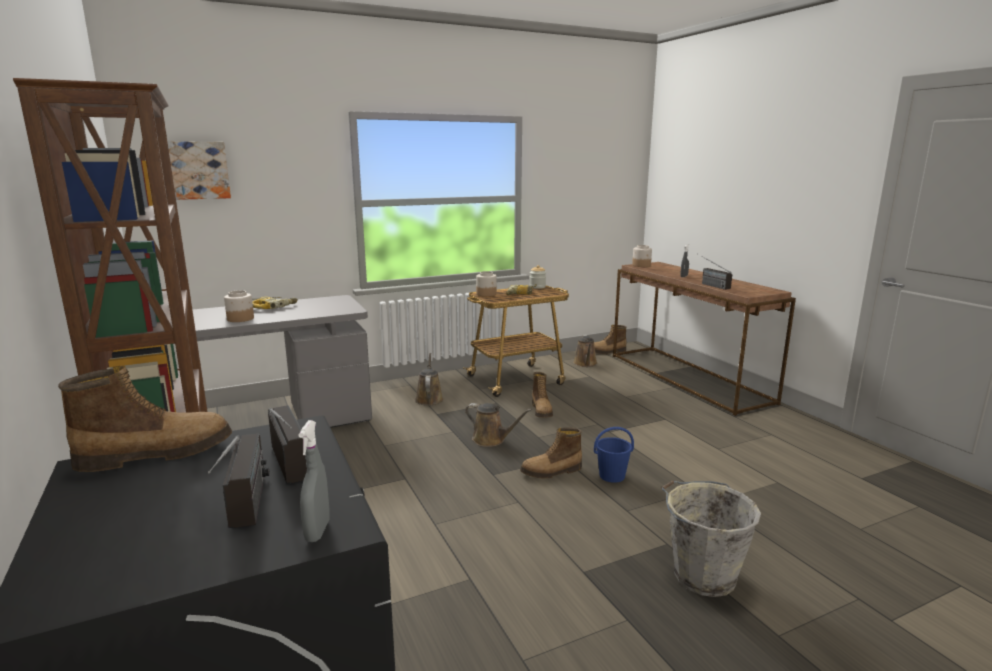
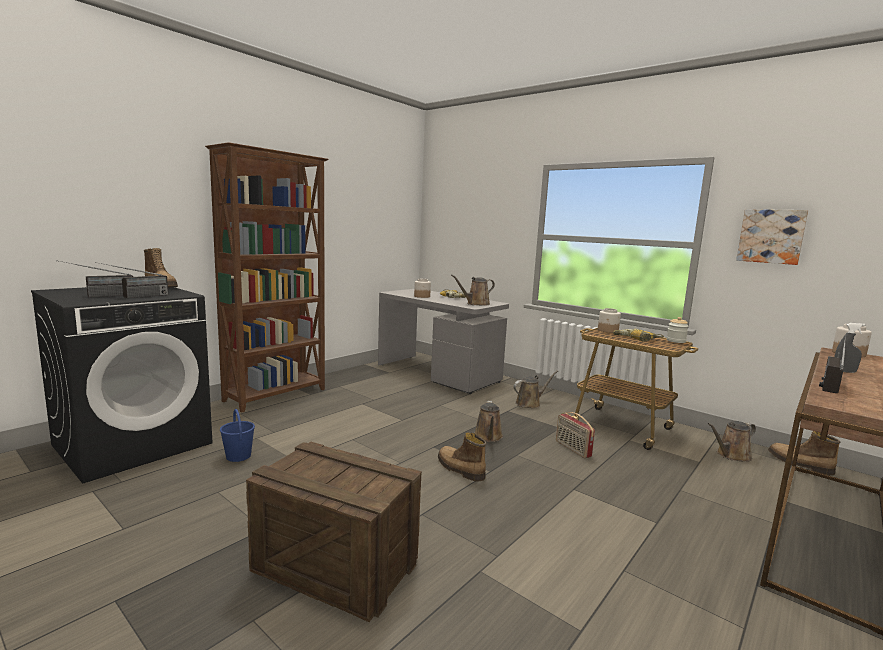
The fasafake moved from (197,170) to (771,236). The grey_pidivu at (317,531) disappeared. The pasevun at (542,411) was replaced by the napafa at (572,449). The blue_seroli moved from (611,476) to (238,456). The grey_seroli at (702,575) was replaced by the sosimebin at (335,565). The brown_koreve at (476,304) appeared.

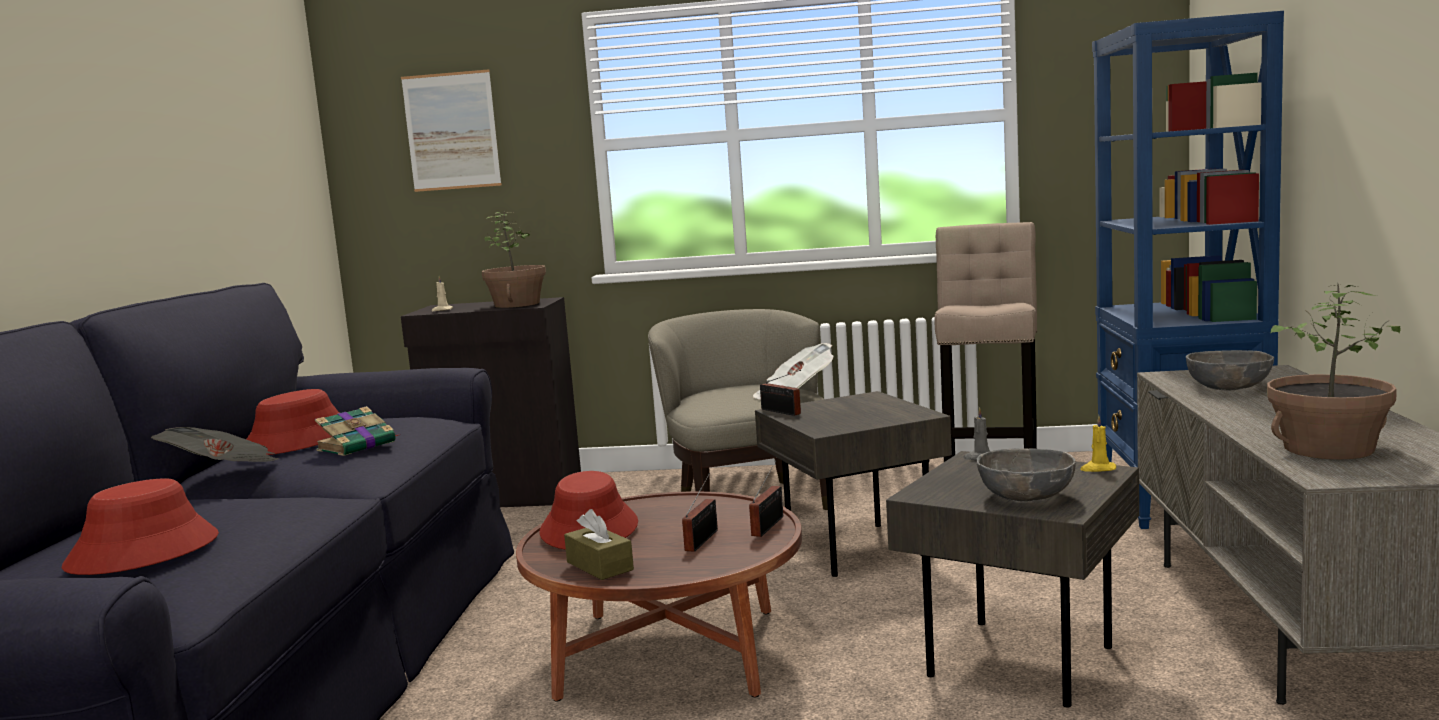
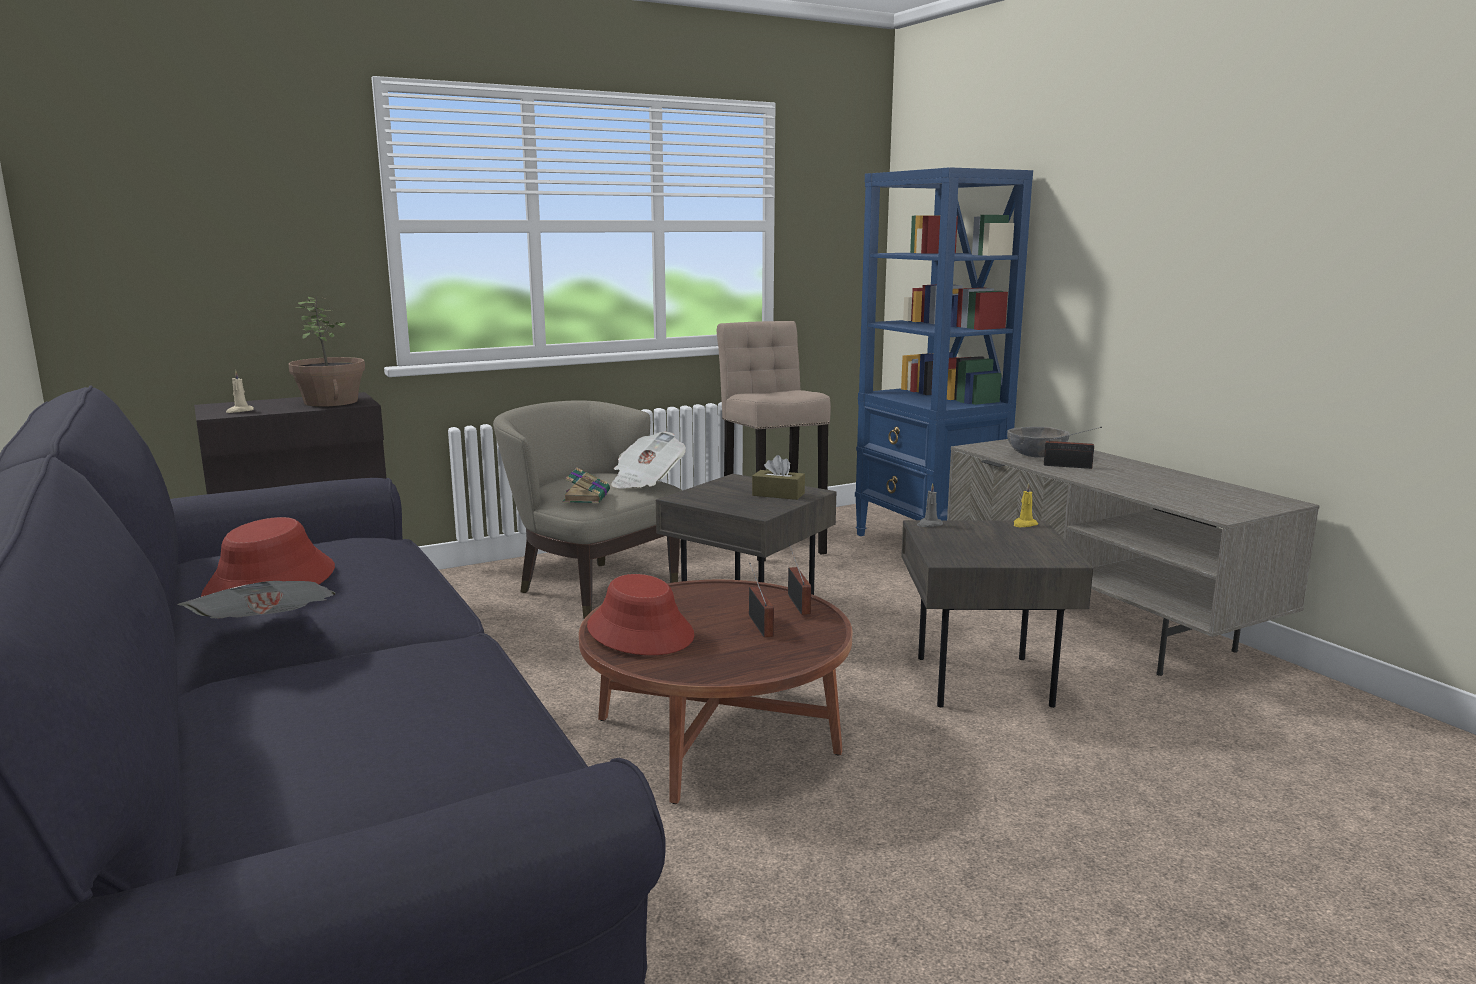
The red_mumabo at (143,552) disappeared. The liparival moved from (358,446) to (587,496). The fasafake at (451,131) disappeared. The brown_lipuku moved from (599,566) to (778,494). The napafa moved from (782,412) to (1070,466). The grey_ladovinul at (1026,497) disappeared. The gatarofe at (1328,448) disappeared.

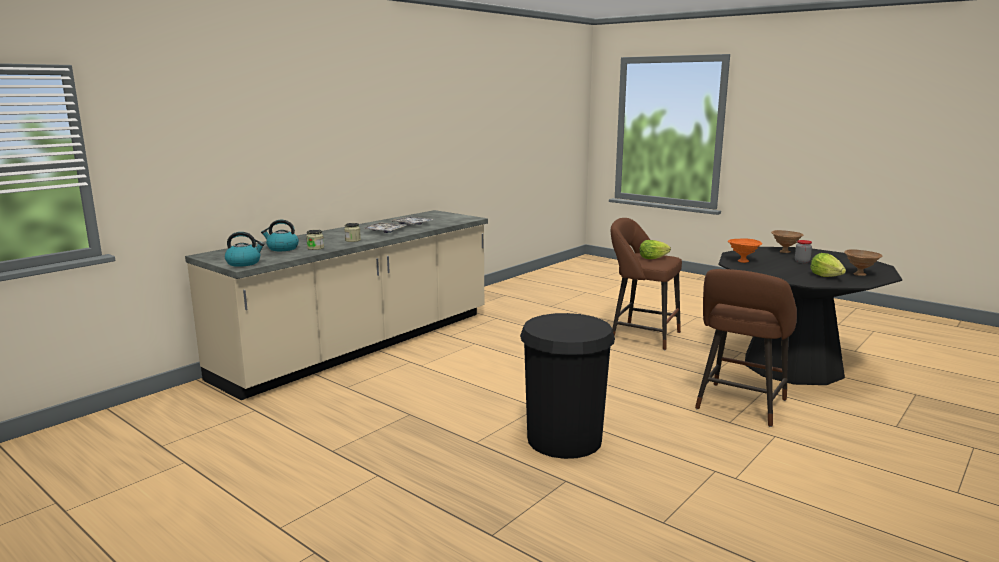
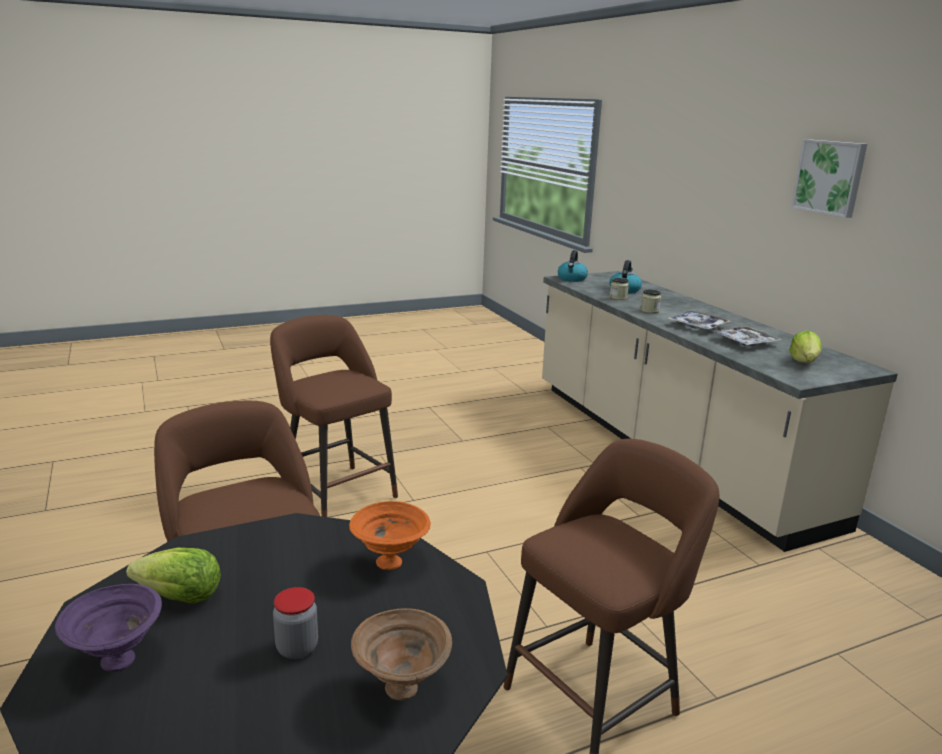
The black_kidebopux at (564,439) was replaced by the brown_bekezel at (335,492). The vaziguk moved from (652,258) to (804,362). The brown_ladovinul at (859,274) became the purple_ladovinul at (119,662). The fasafake at (830,177) appeared.

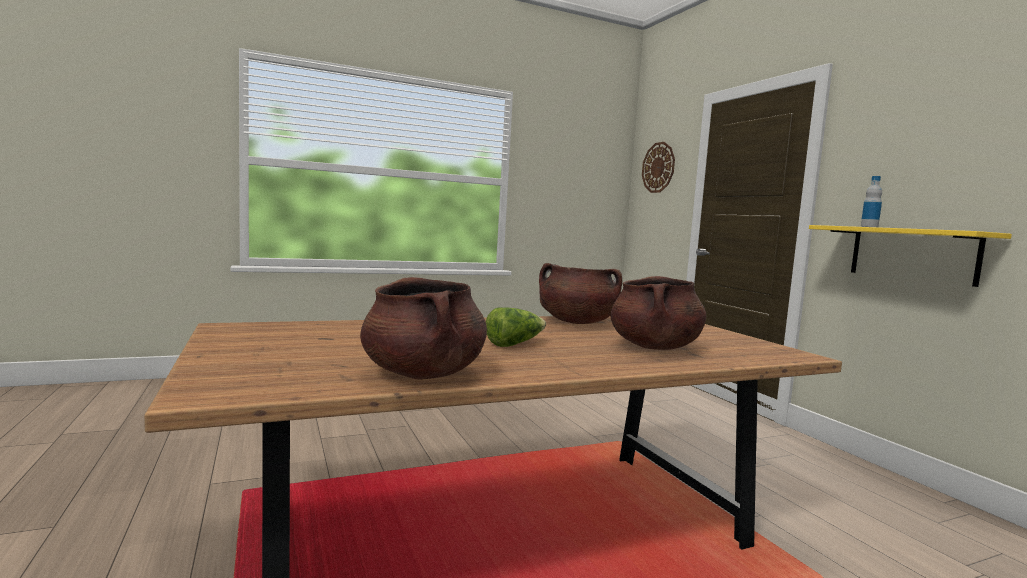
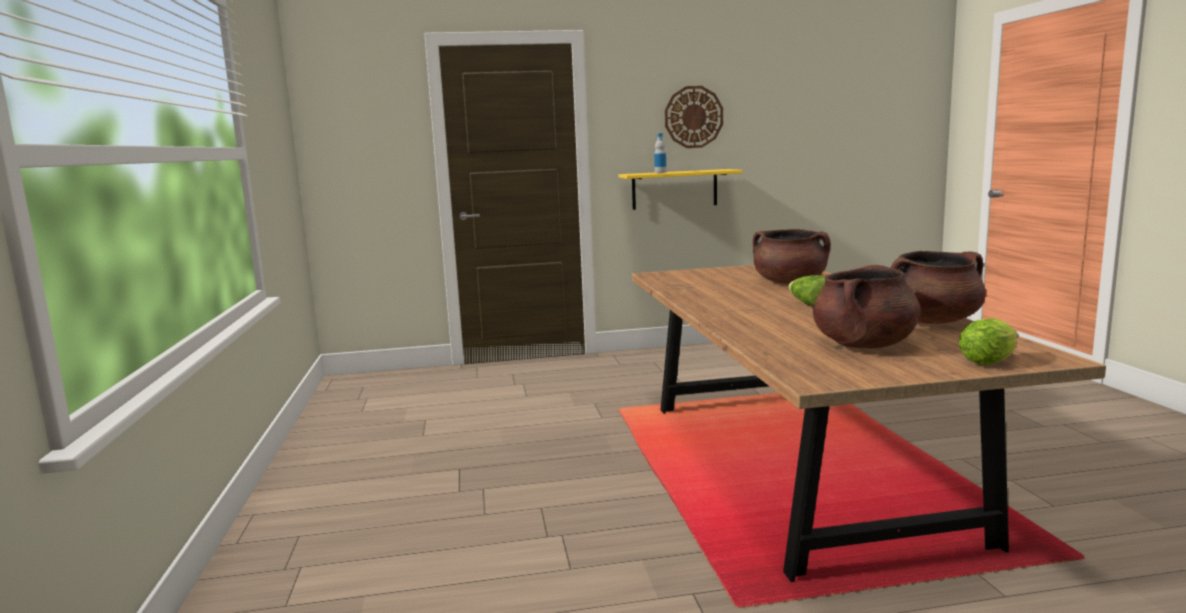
The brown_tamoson moved from (576,322) to (864,345). The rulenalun moved from (658,167) to (693,117). The vaziguk at (990,361) appeared.

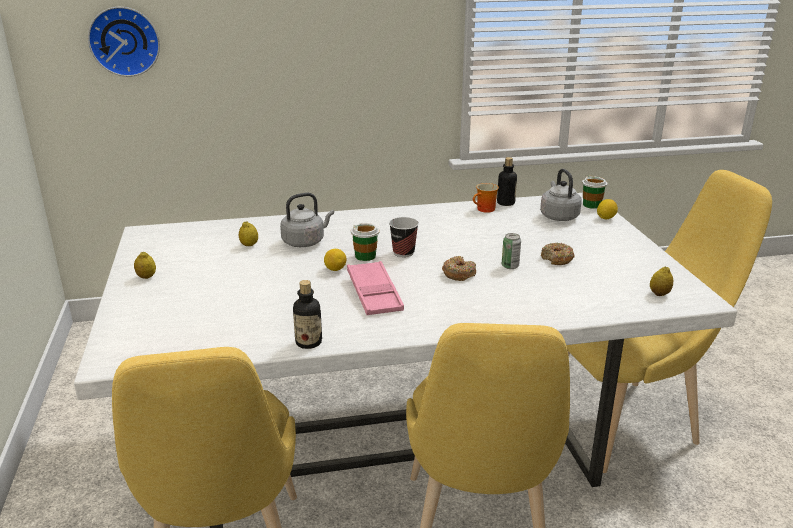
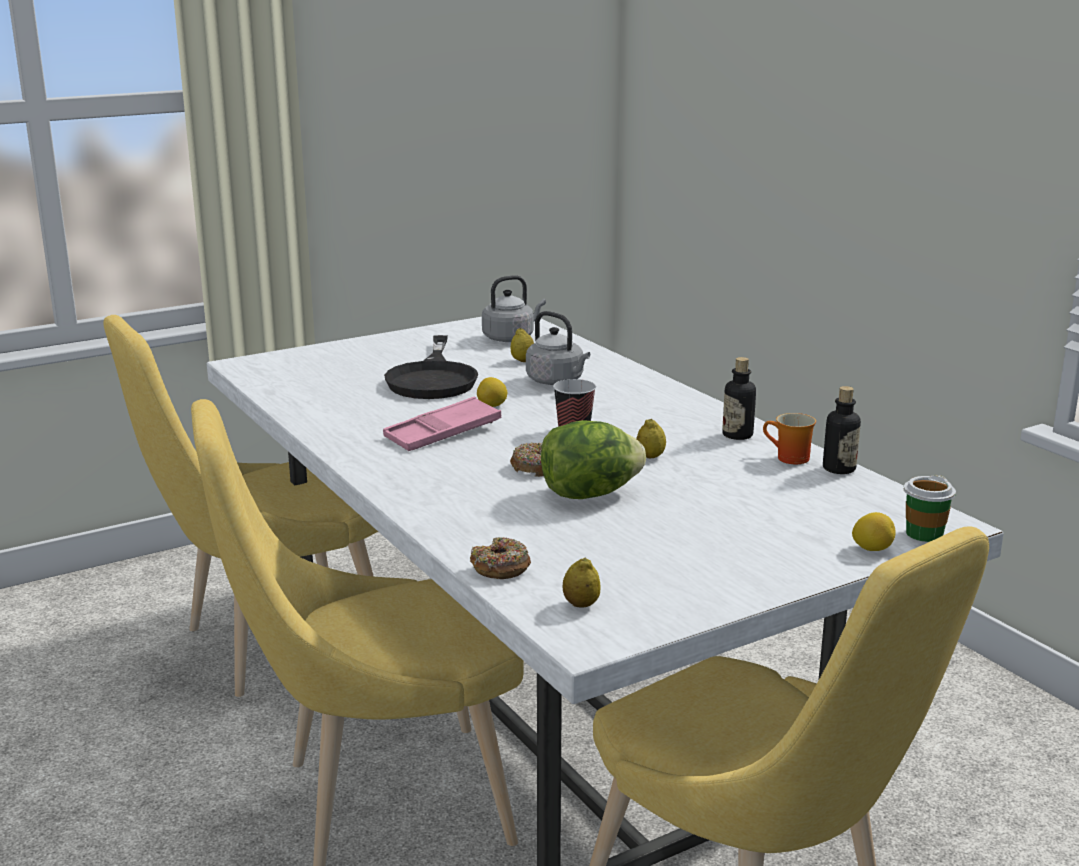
The rulenalun at (125,41) disappeared. The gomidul moved from (146,277) to (650,457). The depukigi moved from (308,342) to (737,435). The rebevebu at (365,256) disappeared. The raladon at (510,266) was replaced by the vaziguk at (589,494). The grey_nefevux moved from (558,216) to (511,338). The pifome moved from (557,259) to (500,568). The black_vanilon at (433,378) appeared.

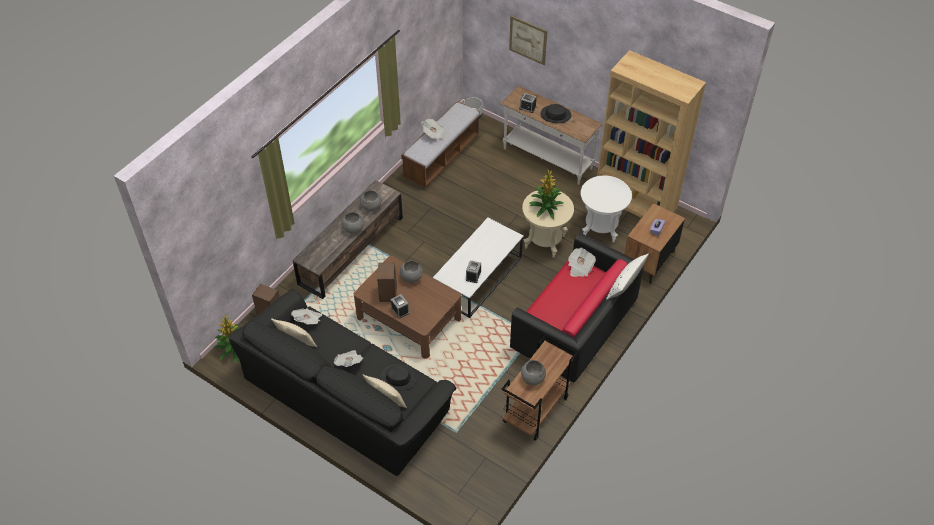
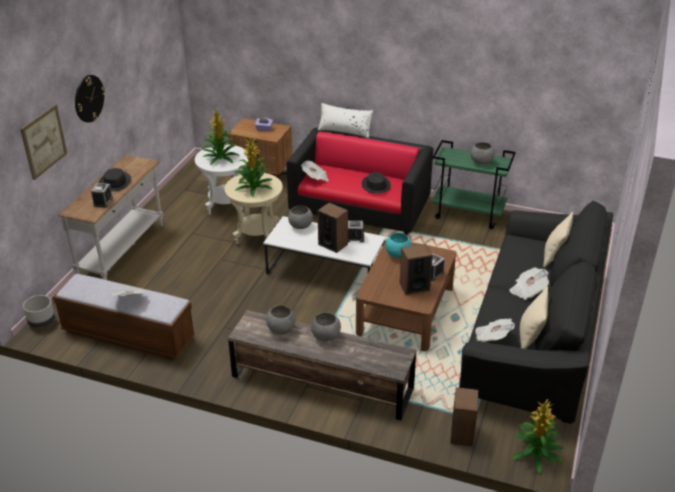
The black_mumabo moved from (398,378) to (376,185). The grey_ladovinul moved from (411,278) to (300,226). The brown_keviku at (536,410) became the green_keviku at (468,214). The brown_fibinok at (635,202) disappeared. The rulenalun at (89,98) appeared. The gatarofe at (220,158) appeared. The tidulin at (333,244) appeared. The turquoise_ladovinul at (397,254) appeared.

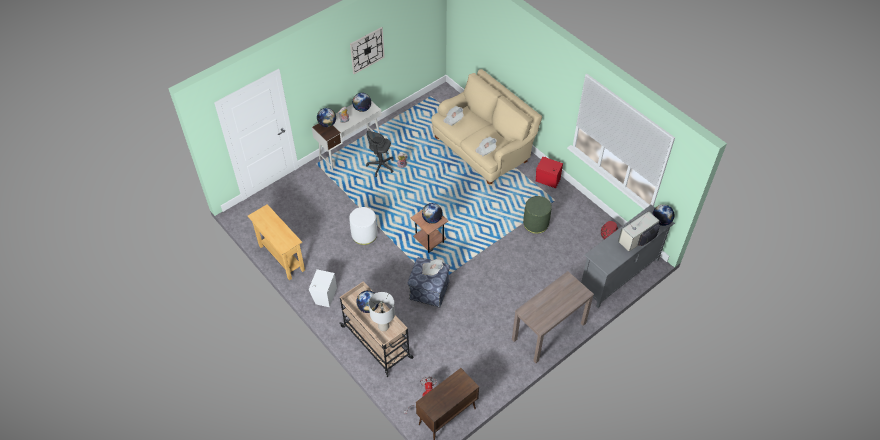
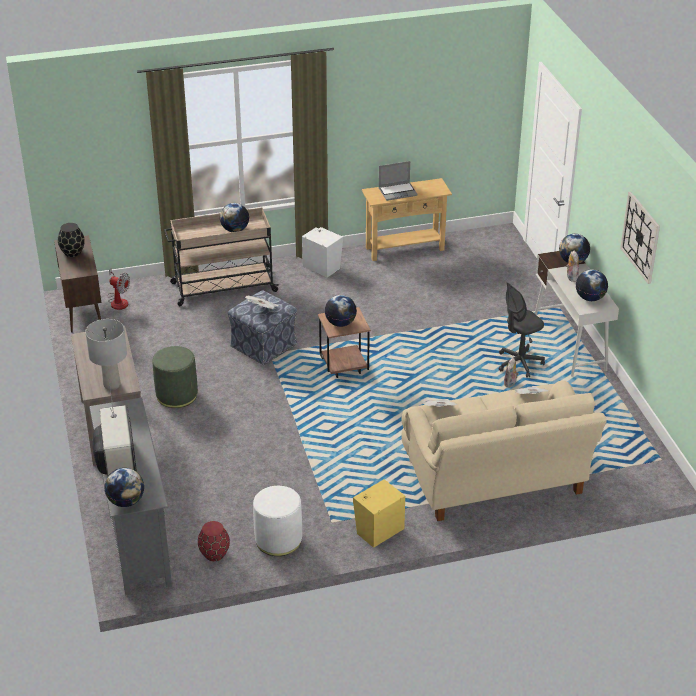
The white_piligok moved from (364,234) to (278,540). The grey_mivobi at (381,166) turned 75 degrees counterclockwise. The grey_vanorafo moved from (383,327) to (111,385). The green_piligok moved from (535,223) to (177,395). The red_tidulin at (547,181) became the yellow_tidulin at (378,530). The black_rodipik at (73,252) appeared. The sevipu at (398,192) appeared.

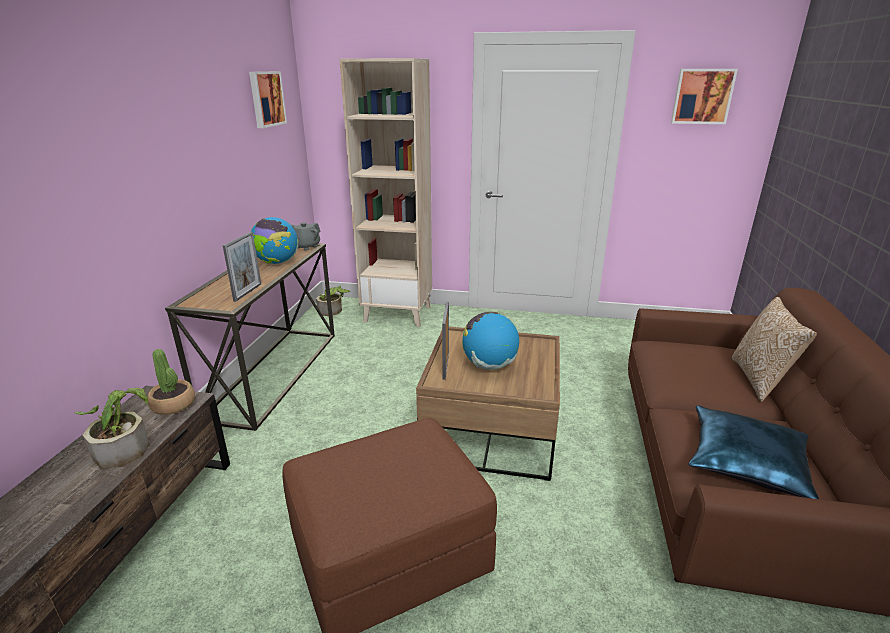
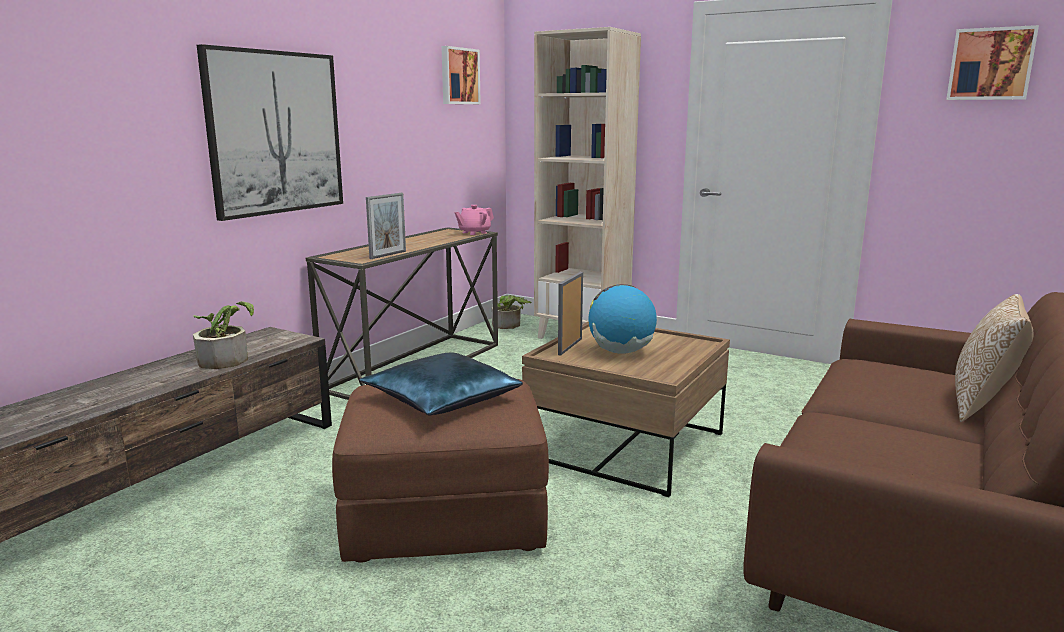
The gatarofe at (173,404) disappeared. The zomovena at (276,263) disappeared. The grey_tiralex at (306,247) became the pink_tiralex at (474,232). The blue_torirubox moved from (745,462) to (441,399). The fasafake at (275,133) appeared.

